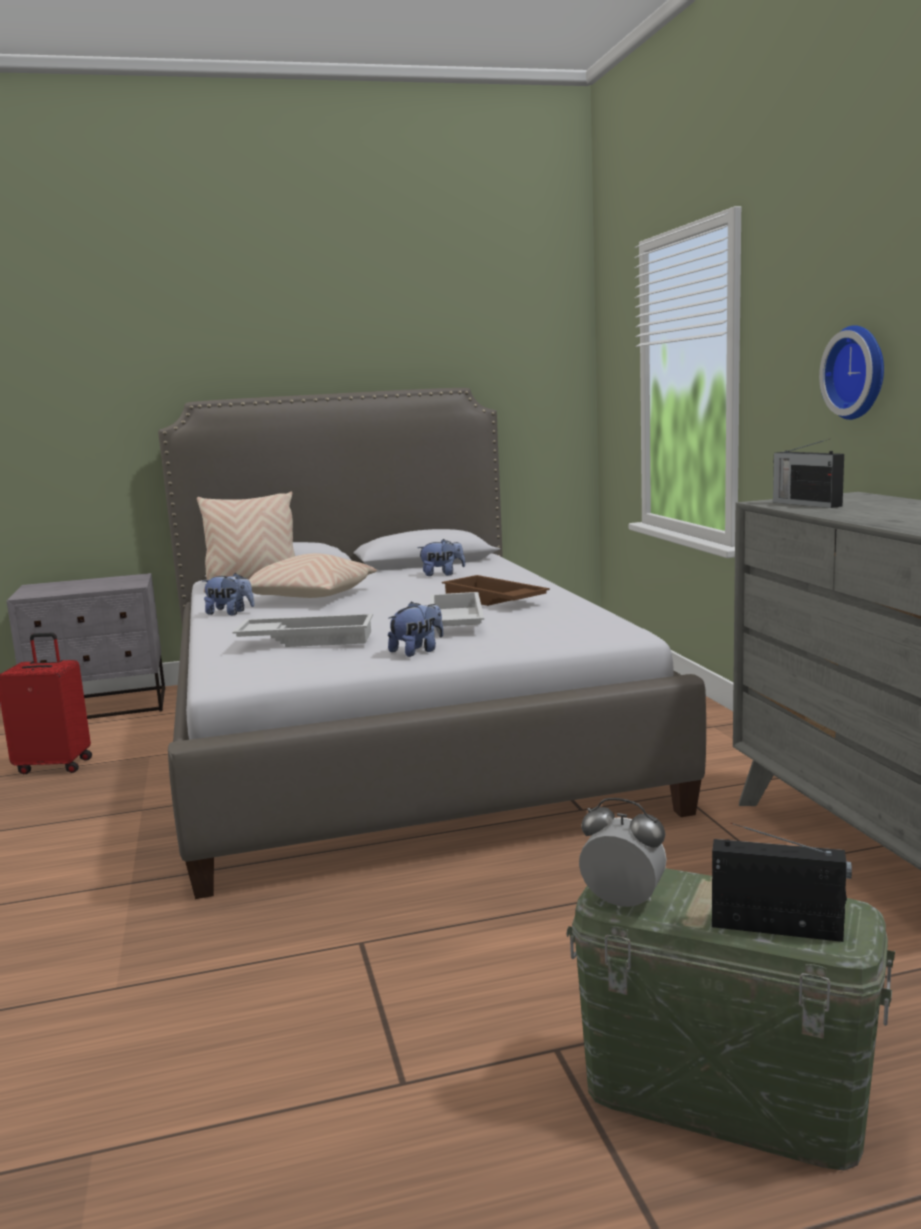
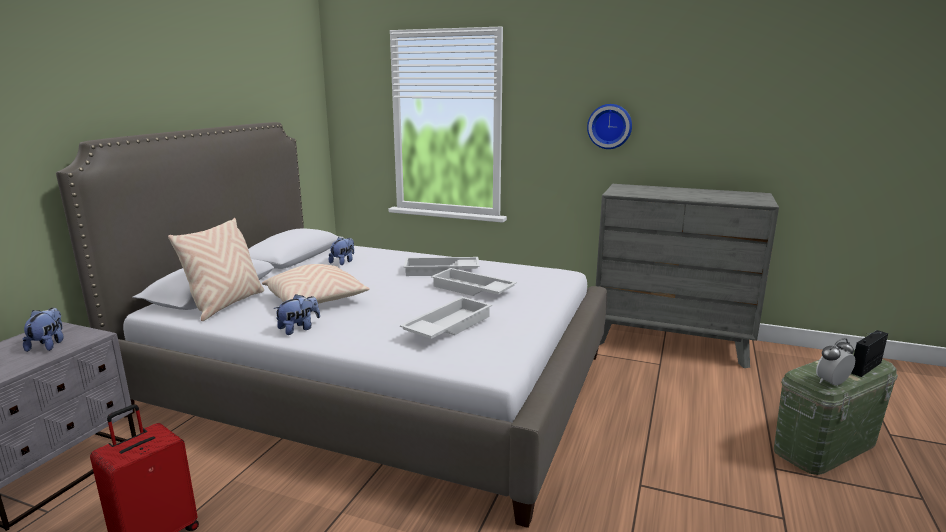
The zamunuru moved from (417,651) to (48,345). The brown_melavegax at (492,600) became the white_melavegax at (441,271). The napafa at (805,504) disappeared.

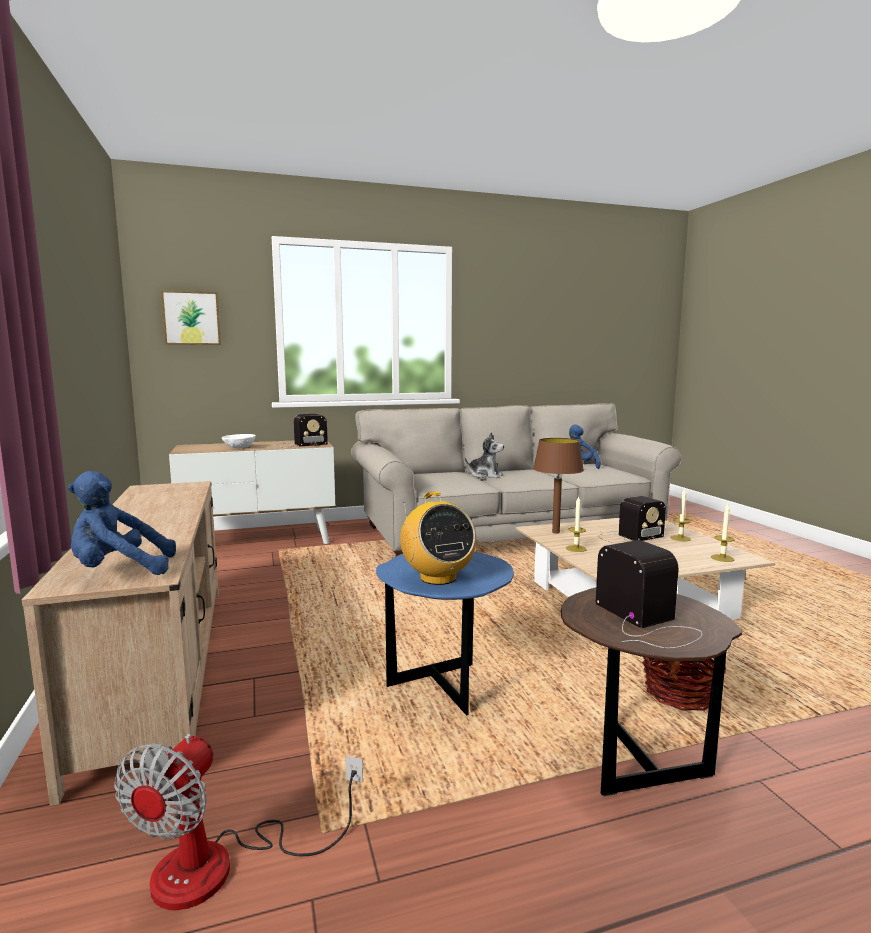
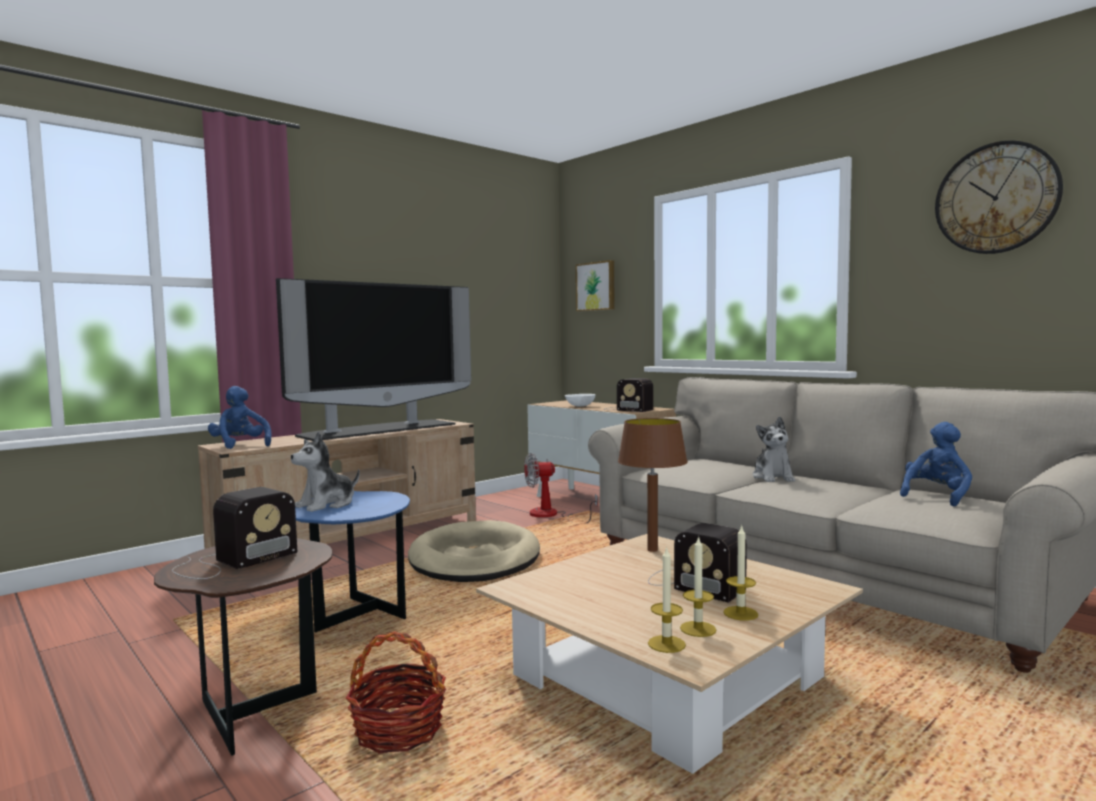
The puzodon moved from (222,866) to (551,515). The napafa at (437,578) was replaced by the zamunuru at (327,504). The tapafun moved from (576,548) to (698,629). The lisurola at (378,430) appeared. The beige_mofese at (474,559) appeared. The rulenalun at (996,198) appeared.

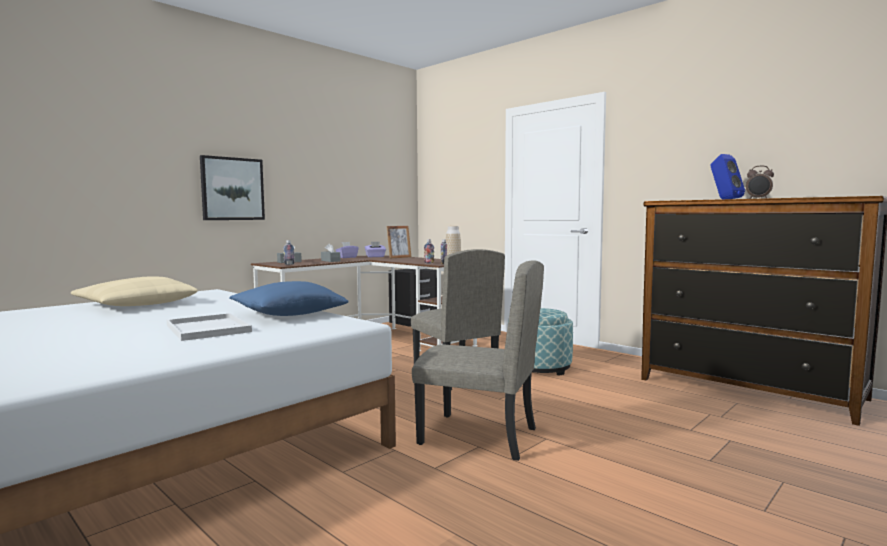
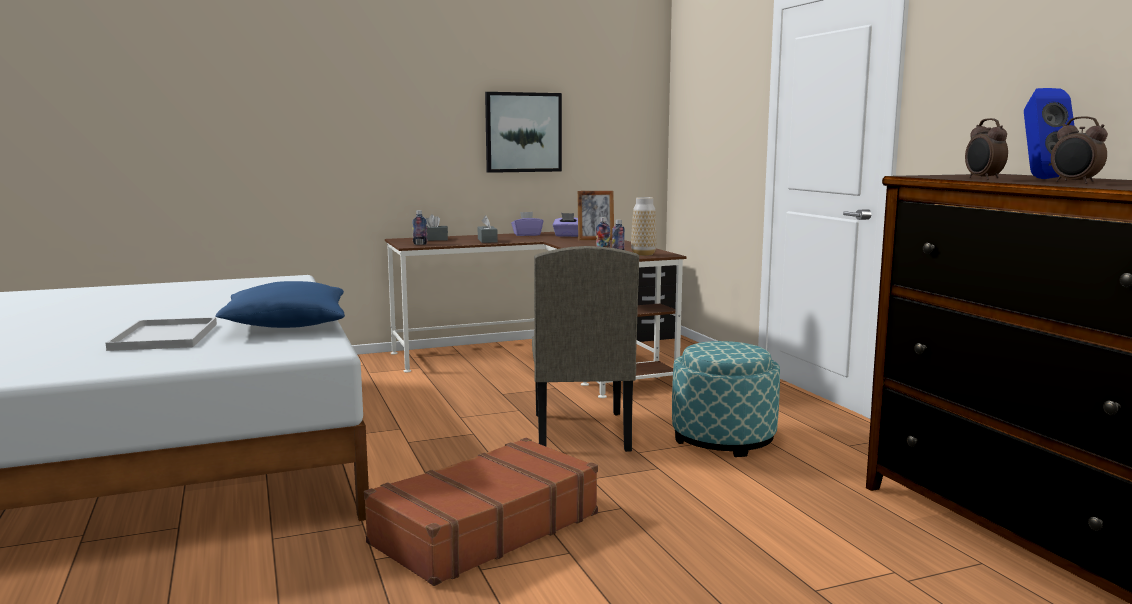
The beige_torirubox at (135,305) disappeared. The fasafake moved from (232,189) to (523,132). The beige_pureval at (478,436) was replaced by the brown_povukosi at (484,528). The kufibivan at (983,179) appeared.

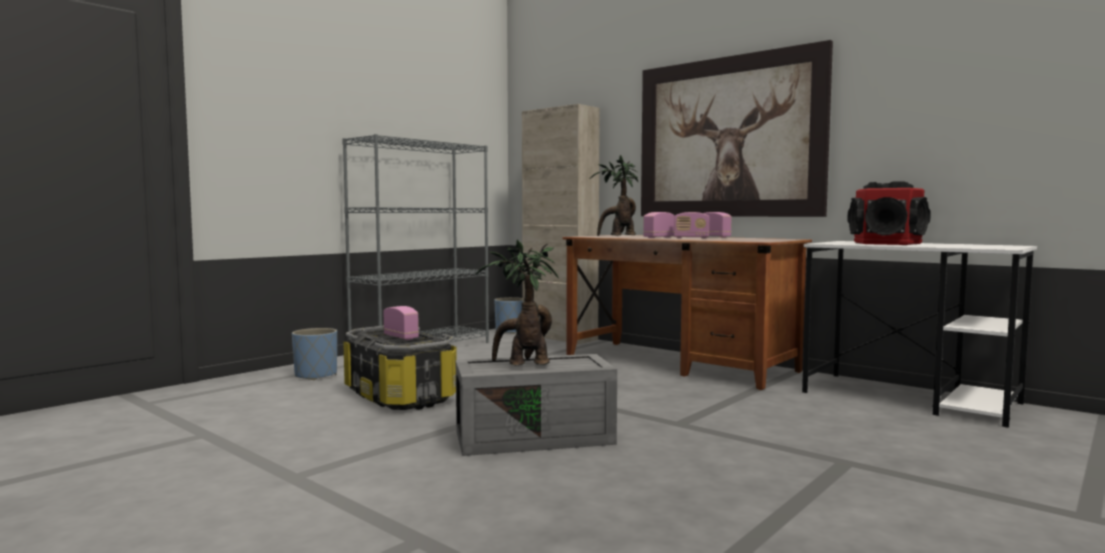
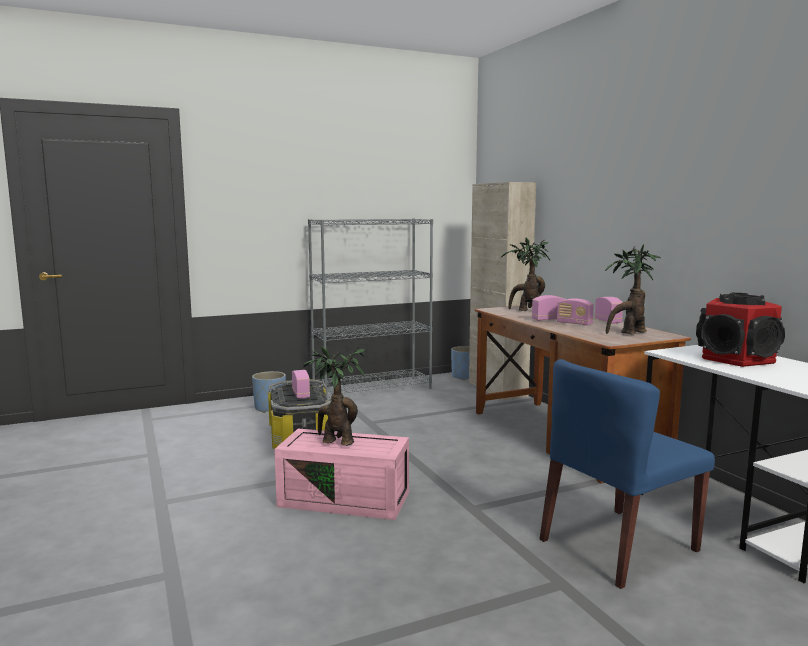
The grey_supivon at (536,436) became the pink_supivon at (346,499). The fasafake at (728,137) disappeared. The blue_pureval at (618,545) appeared. The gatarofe at (629,333) appeared.

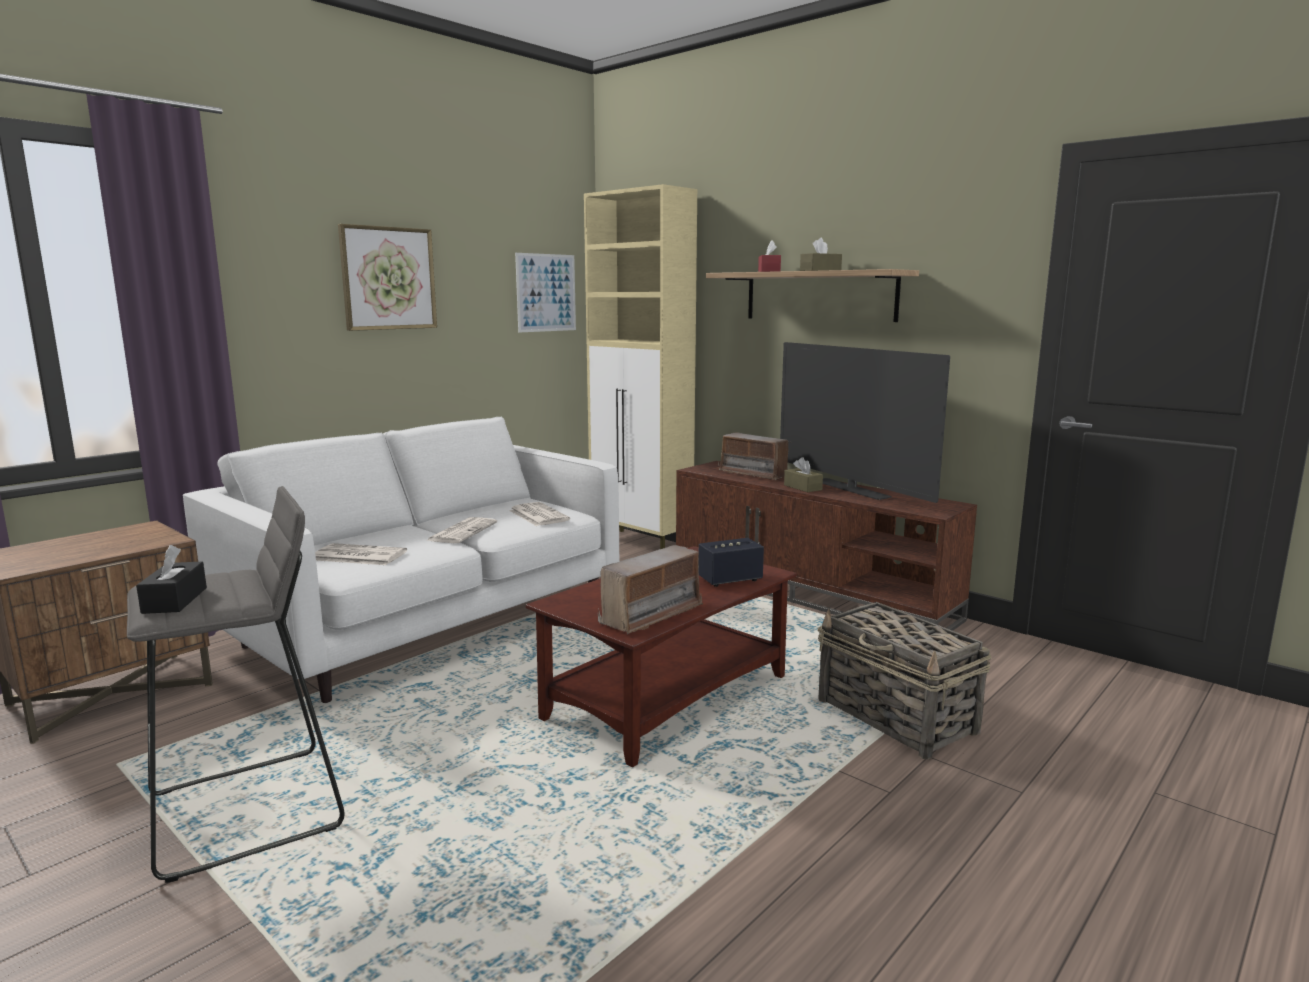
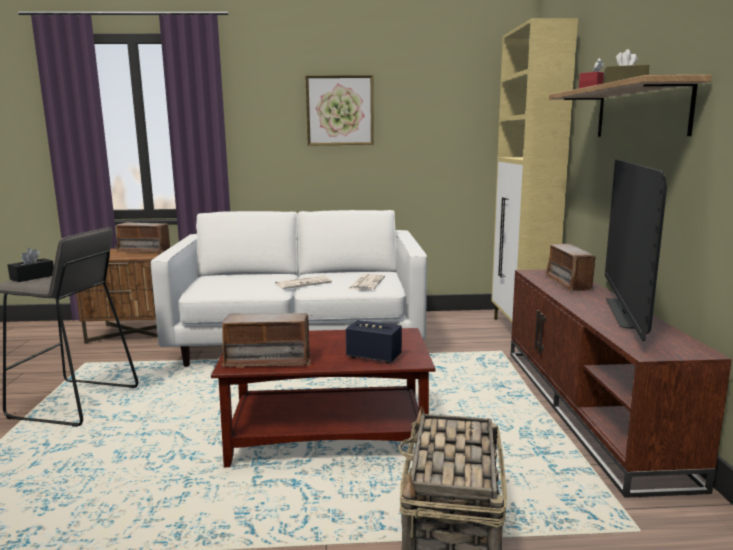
The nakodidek at (358,556) disappeared. The fasafake at (546,293) disappeared. The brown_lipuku at (802,487) disappeared. The napafa at (145,251) appeared.

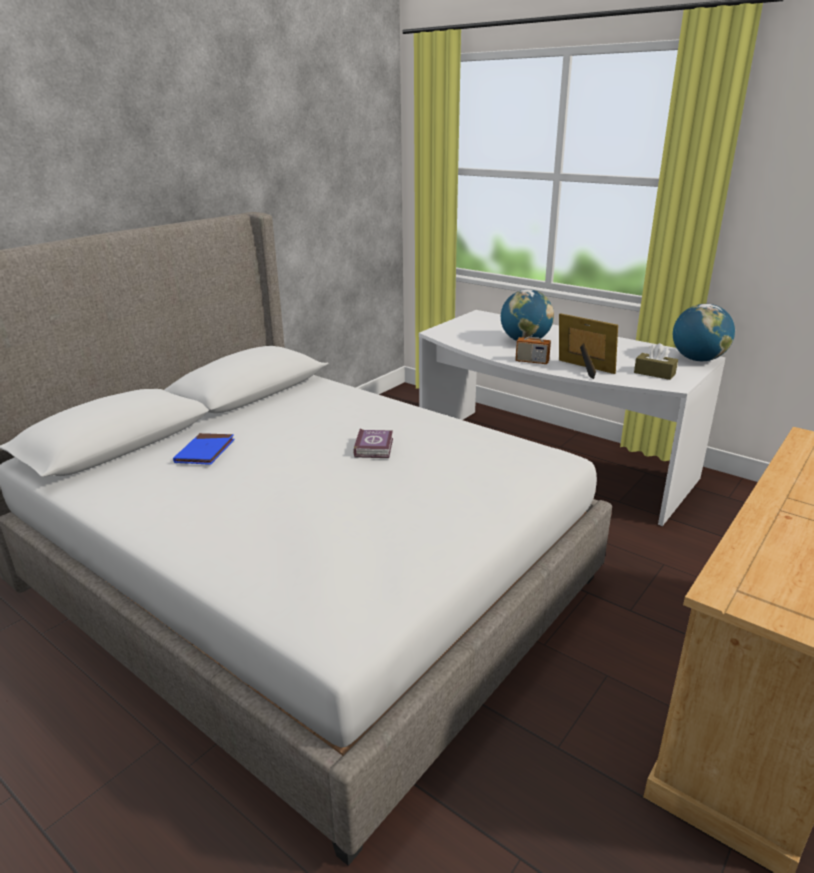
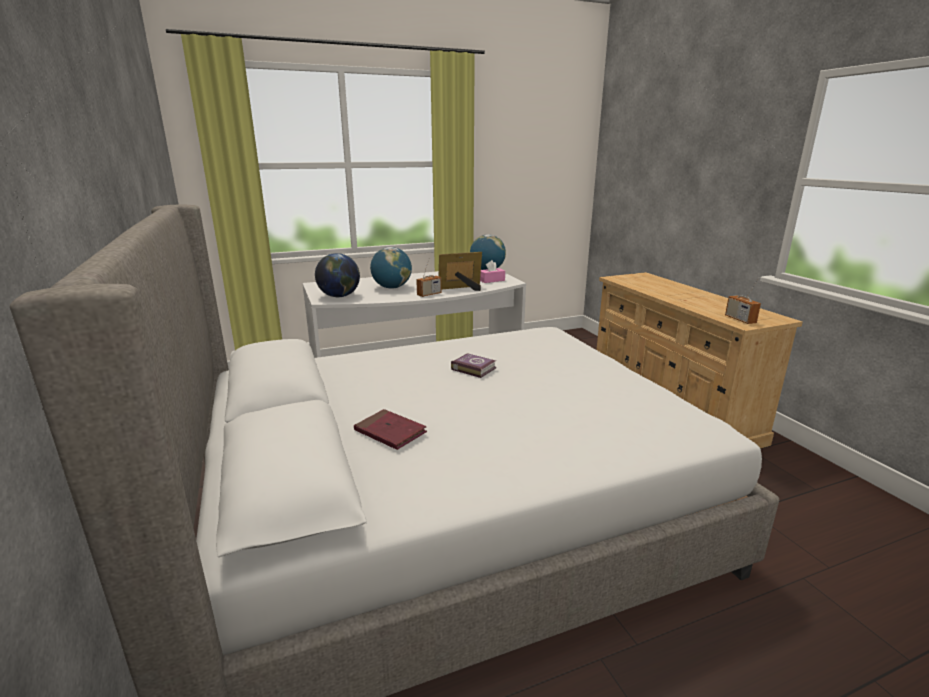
The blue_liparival at (205,452) became the red_liparival at (390,432). The brown_lipuku at (654,373) became the pink_lipuku at (491,280). The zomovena at (339,296) appeared. The napafa at (740,319) appeared.

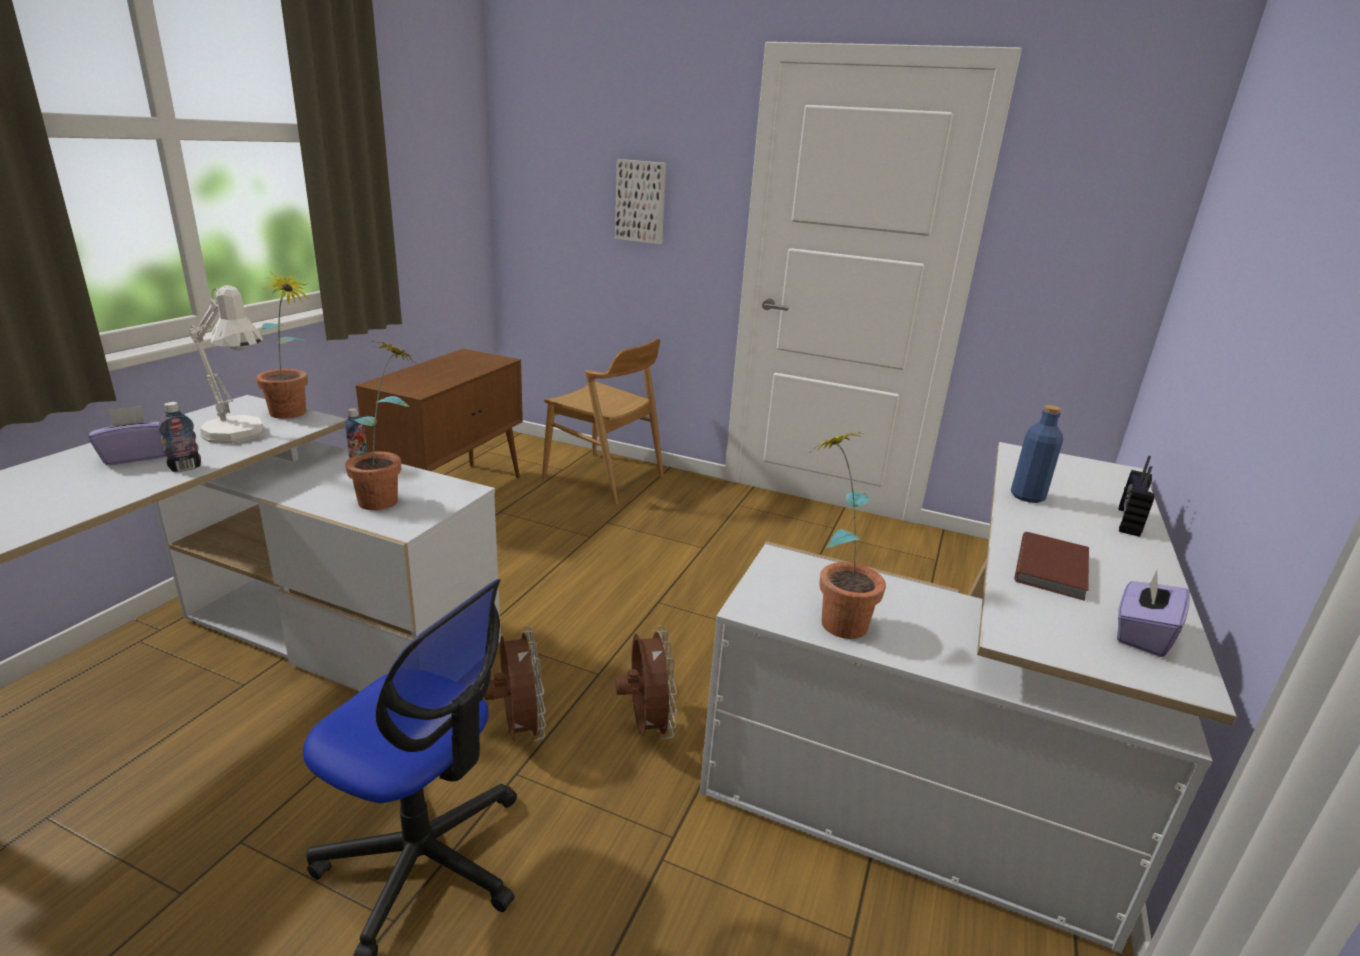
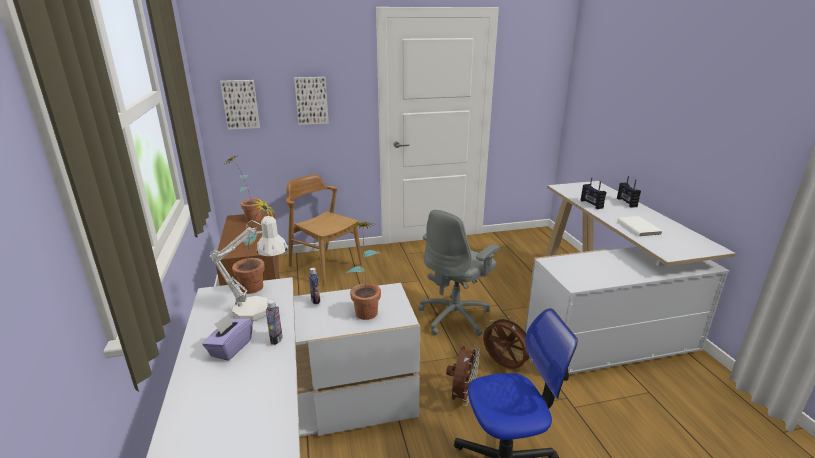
The brown_puzodon at (518,729) turned 75 degrees clockwise. The brown_pureval at (604,478) turned 135 degrees counterclockwise. The gatarofe moved from (834,616) to (249,218). The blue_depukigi at (1027,496) was replaced by the napafa at (591,204). The brown_liparival at (1054,568) became the white_liparival at (639,227). The purple_lipuku at (1141,634) disappeared. The fasafake at (240,104) appeared. The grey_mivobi at (455,316) appeared.

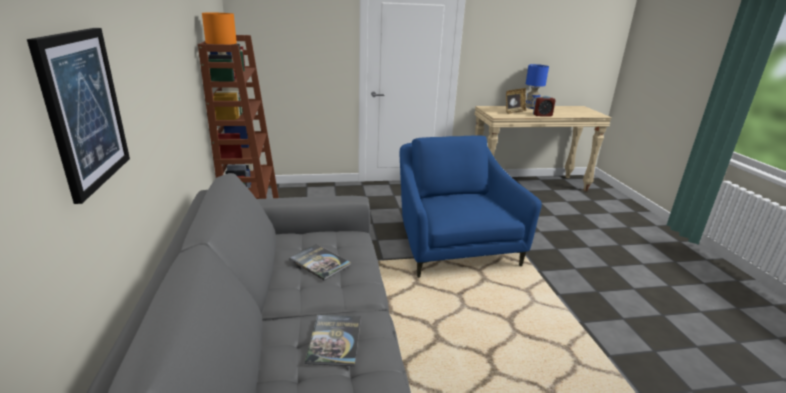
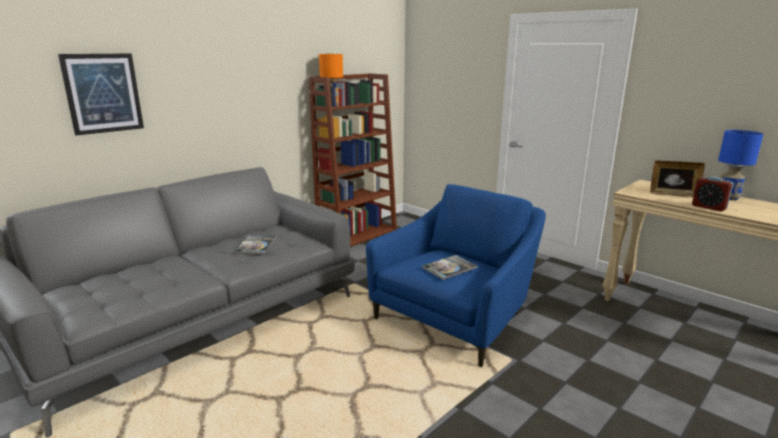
The liparival moved from (334,340) to (449,268).

